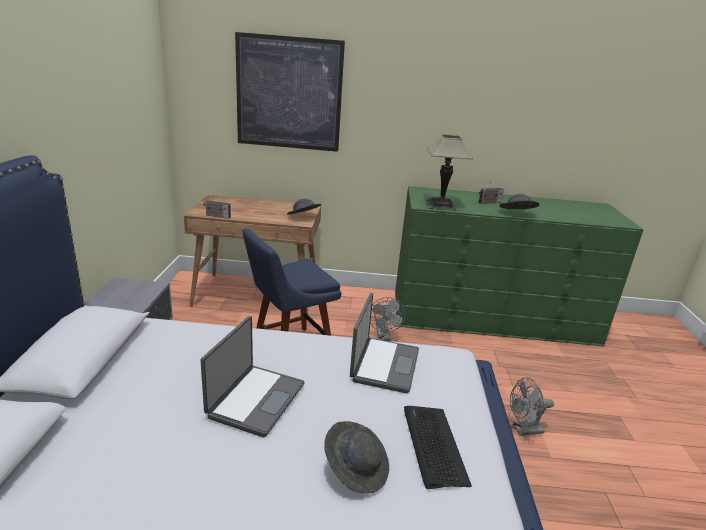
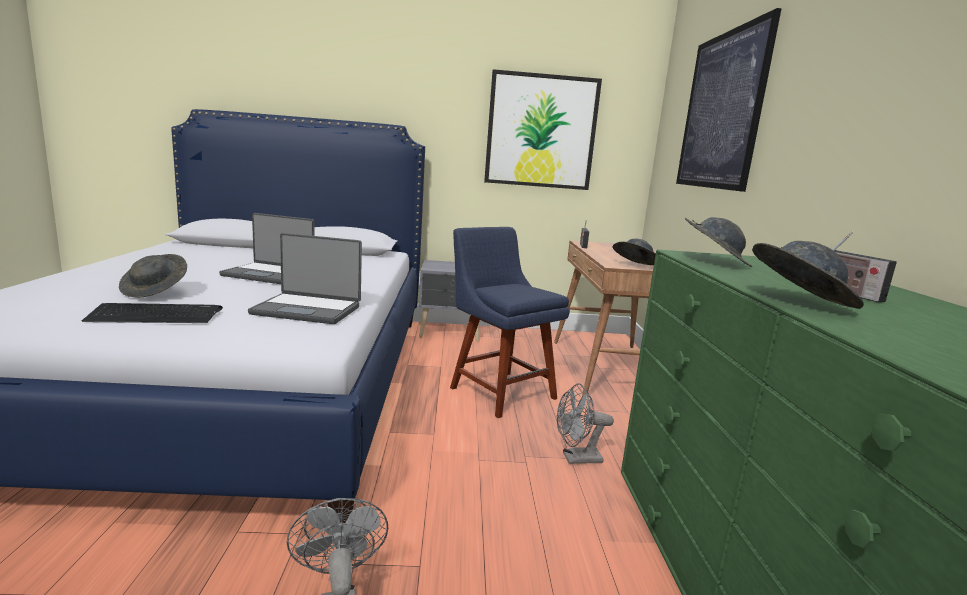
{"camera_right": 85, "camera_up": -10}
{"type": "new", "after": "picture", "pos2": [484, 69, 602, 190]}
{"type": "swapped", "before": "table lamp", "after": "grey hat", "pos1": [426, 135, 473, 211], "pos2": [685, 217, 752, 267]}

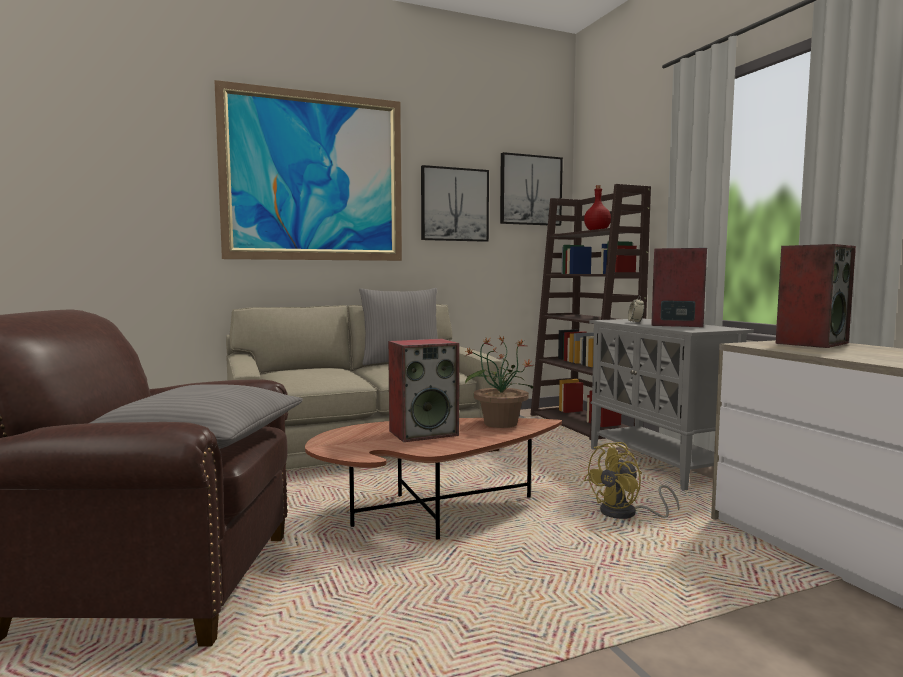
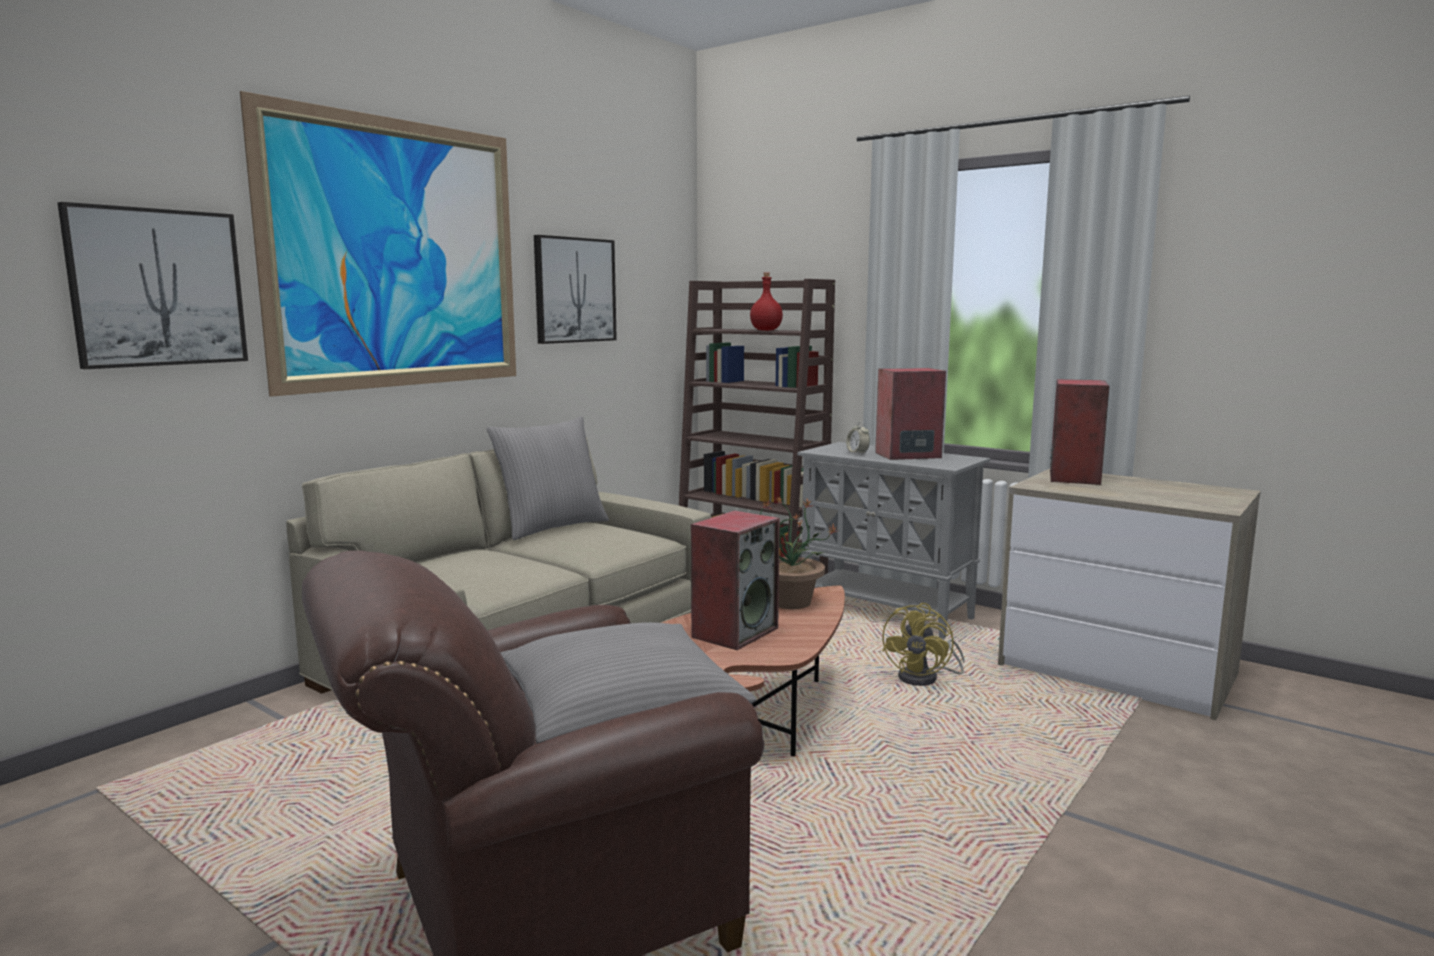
{"camera_right": -30, "camera_up": 5}
{"type": "shifted", "before": "picture", "pos1": [500, 152, 563, 226], "pos2": [58, 202, 248, 369]}

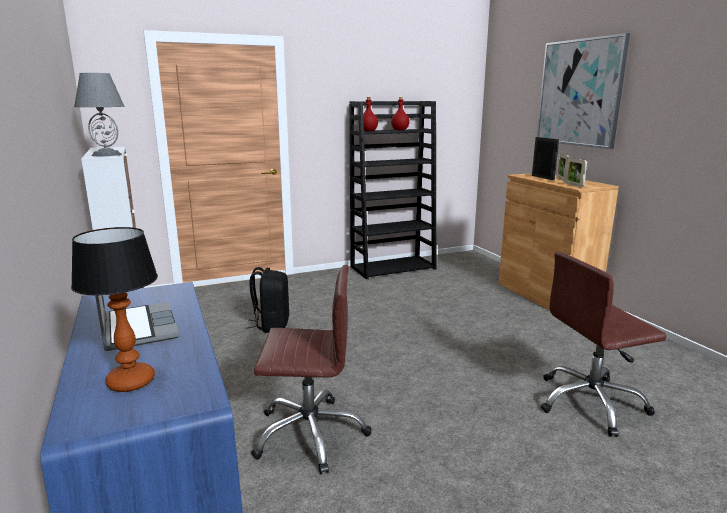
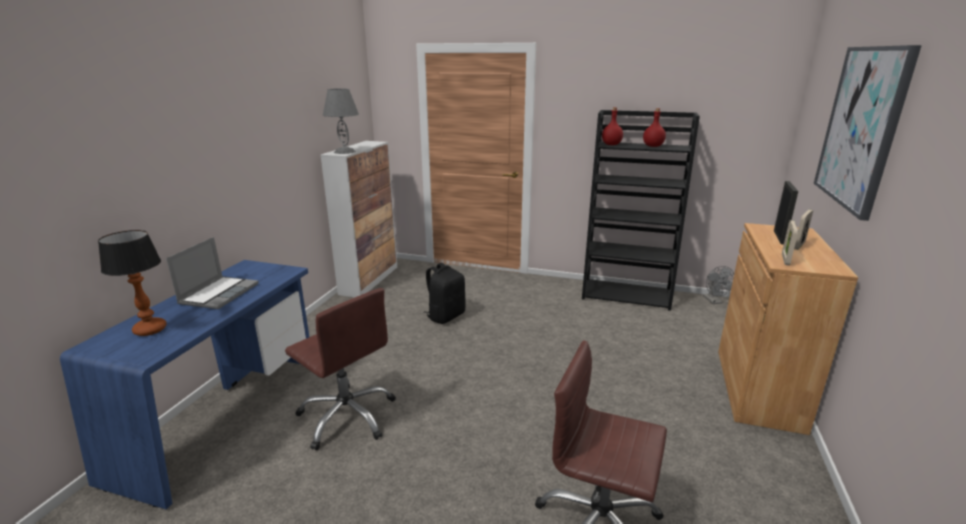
{"camera_right": 40, "camera_up": 5}
{"type": "new", "after": "grey fan", "pos2": [703, 266, 734, 304]}

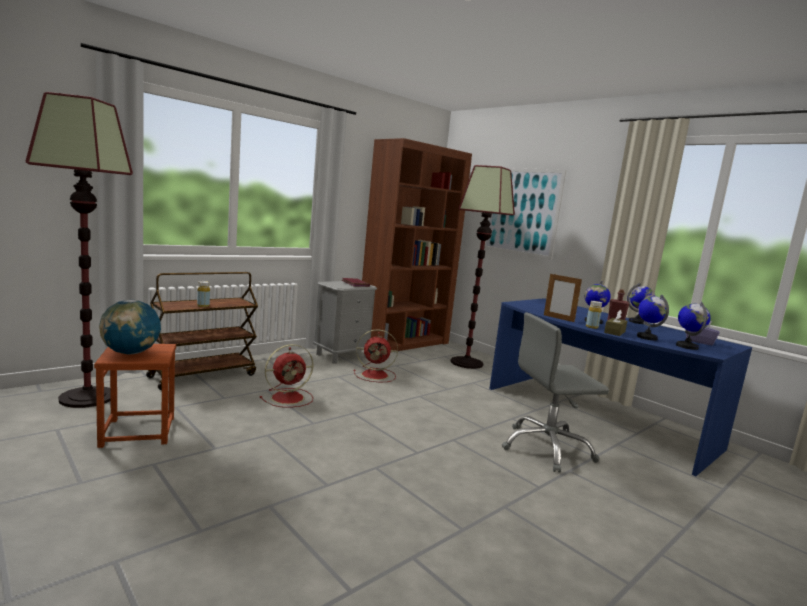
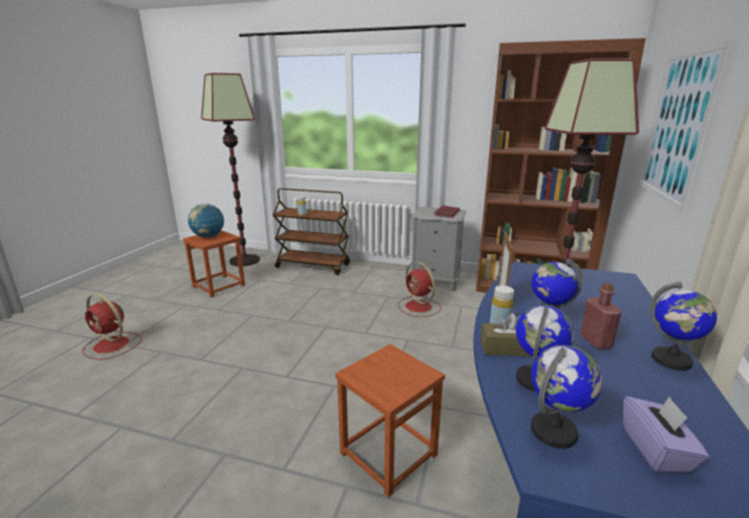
{"camera_right": 60, "camera_up": 10}
{"type": "shifted", "before": "red fan", "pos1": [260, 344, 313, 408], "pos2": [82, 294, 142, 360]}
{"type": "swapped", "before": "grey office chair", "after": "brown stool", "pos1": [502, 312, 609, 473], "pos2": [335, 344, 445, 497]}

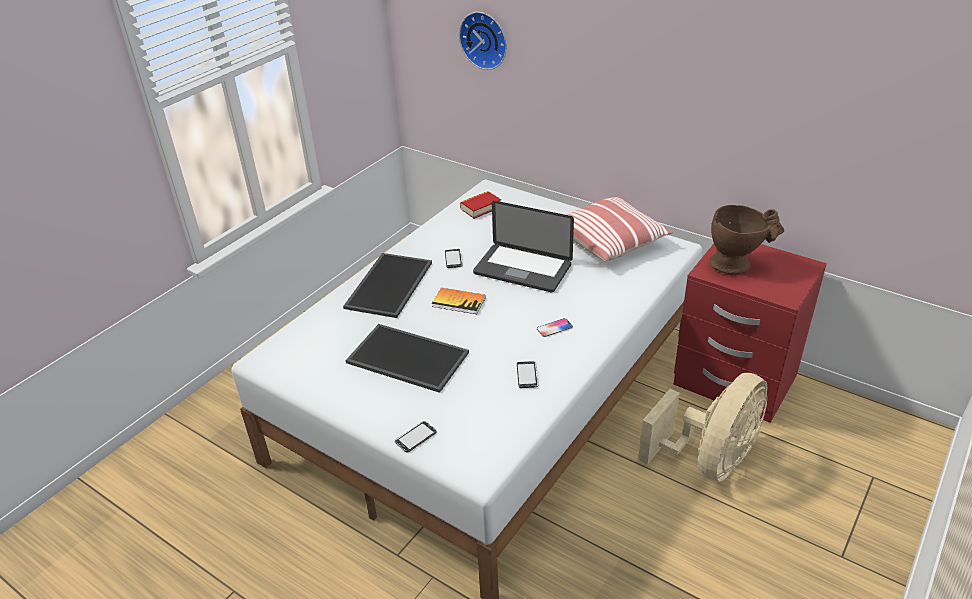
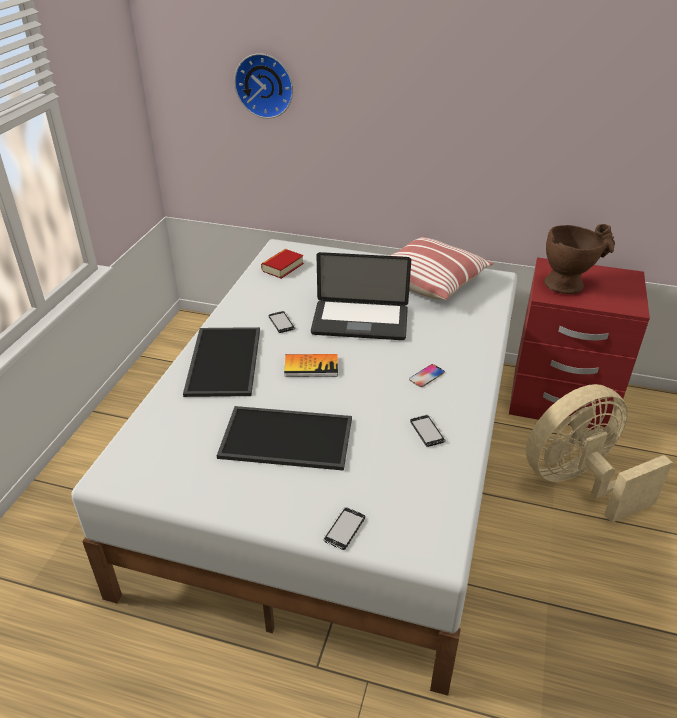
{"camera_right": -20, "camera_up": 0}
{"type": "rotated", "before": "beige fan", "pos1": [638, 373, 767, 482], "pos2": [526, 384, 673, 523], "turn": -135}

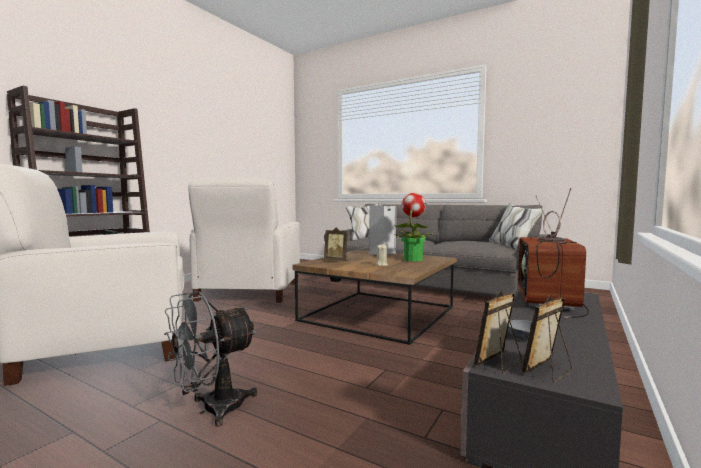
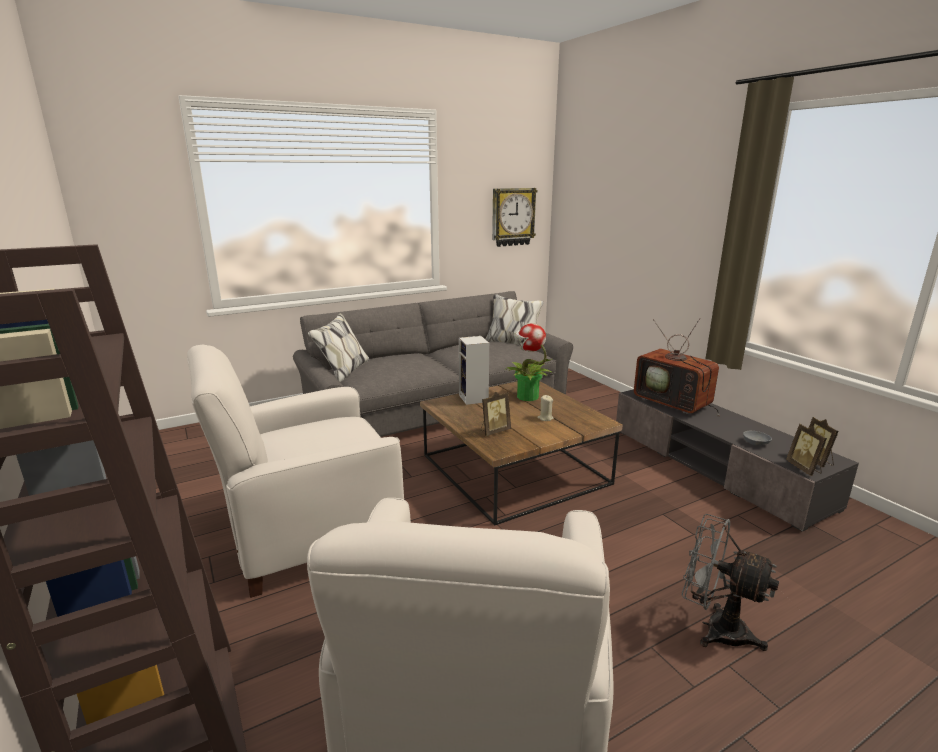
{"camera_right": -60, "camera_up": 15}
{"type": "new", "after": "wall clock", "pos2": [492, 188, 537, 247]}
{"type": "rotated", "before": "grey fan", "pos1": [164, 291, 257, 427], "pos2": [682, 514, 779, 651], "turn": 135}
{"type": "rotated", "before": "white armchair", "pos1": [188, 178, 300, 303], "pos2": [187, 345, 404, 598], "turn": 120}

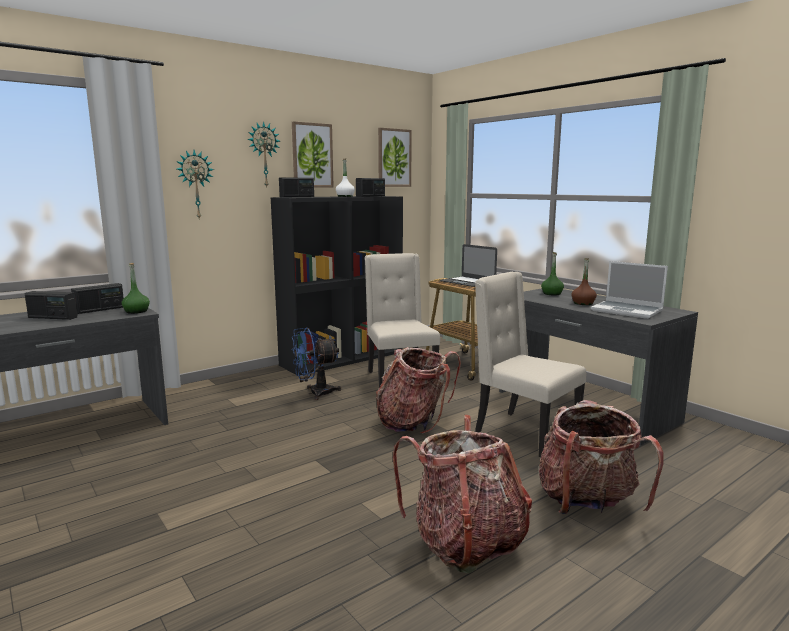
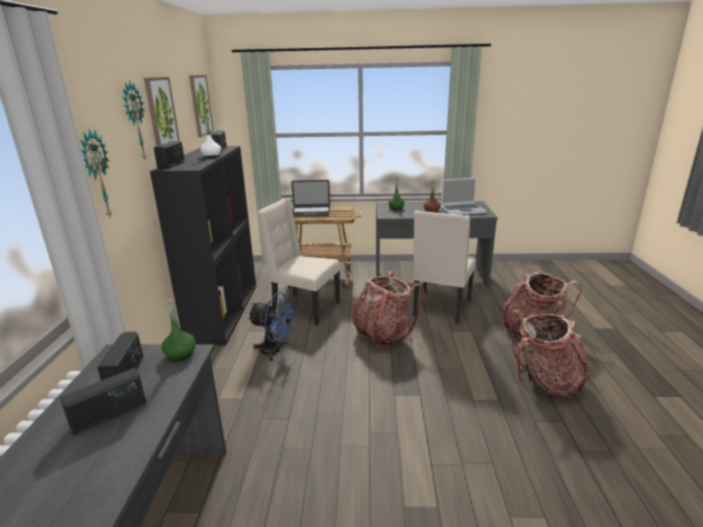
{"camera_right": -50, "camera_up": 10}
{"type": "rotated", "before": "blue fan", "pos1": [292, 327, 341, 400], "pos2": [248, 292, 297, 361], "turn": -90}
{"type": "rotated", "before": "beige chair", "pos1": [475, 272, 586, 457], "pos2": [413, 210, 476, 324], "turn": -60}

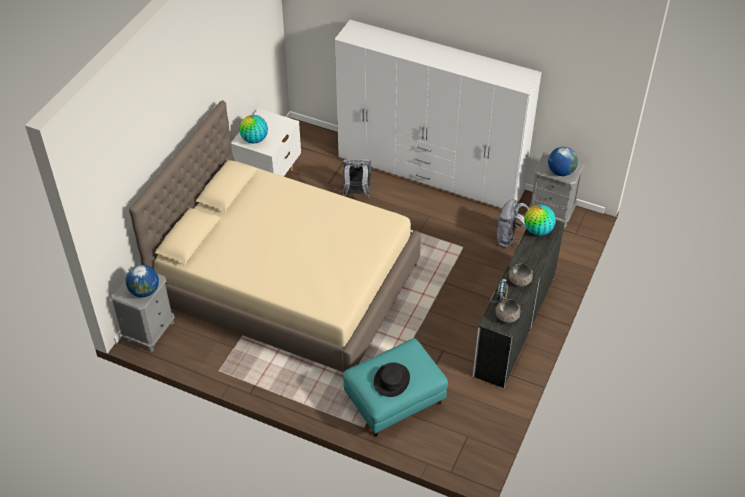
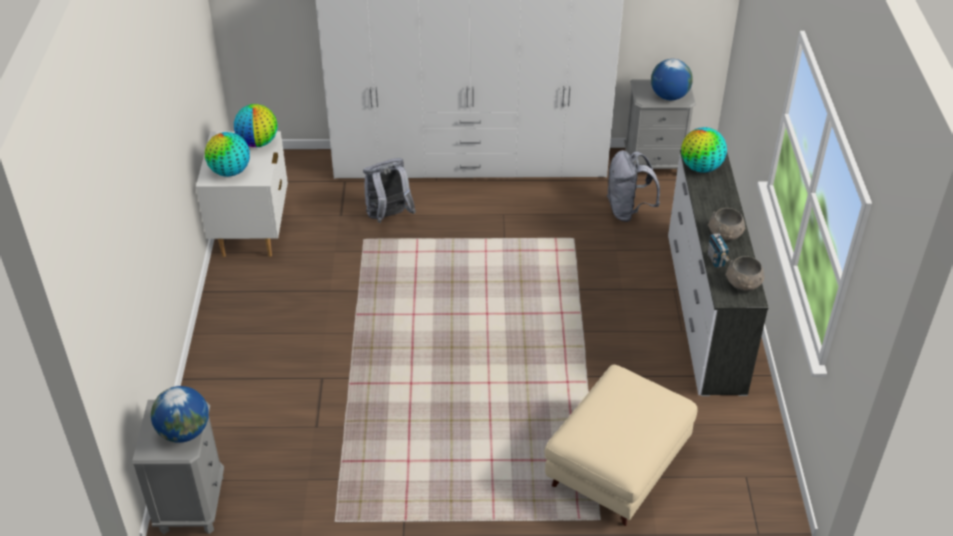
{"camera_right": -25, "camera_up": -5}
{"type": "gone", "before": "beige bed", "pos1": [129, 100, 421, 373]}
{"type": "gone", "before": "black hat", "pos1": [374, 363, 410, 397]}
{"type": "new", "after": "globe", "pos2": [234, 104, 278, 147]}
{"type": "repainted", "before": "turquoise ottoman", "after": "beige ottoman", "pos1": [343, 338, 448, 437], "pos2": [544, 365, 698, 526]}

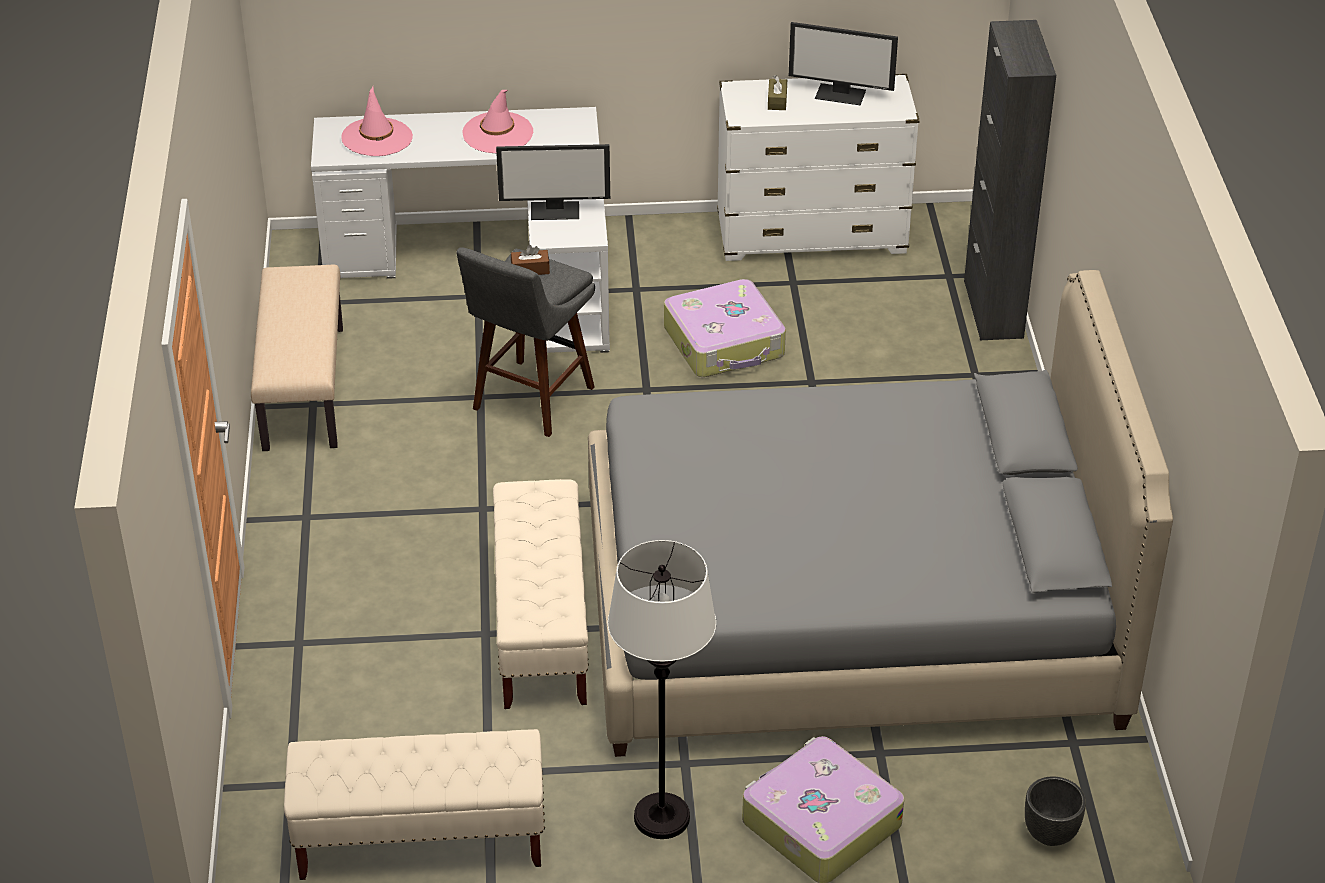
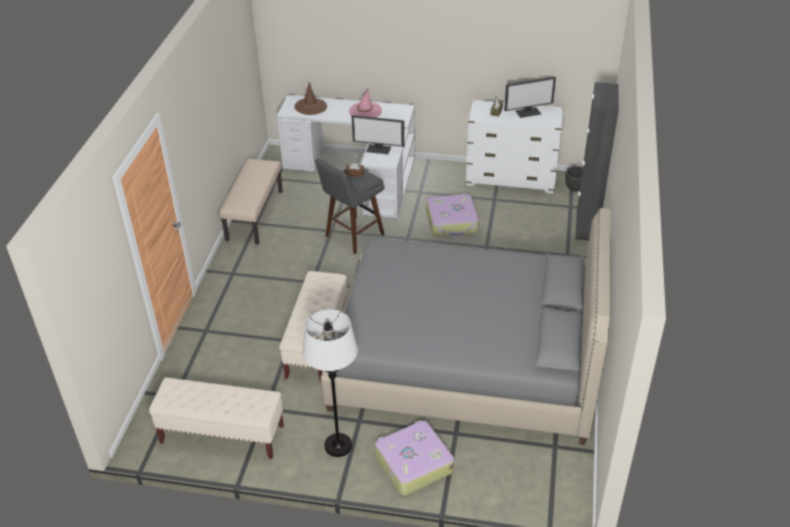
{"camera_right": 15, "camera_up": 0}
{"type": "shifted", "before": "black planter", "pos1": [1025, 776, 1086, 846], "pos2": [565, 166, 583, 192]}
{"type": "repainted", "before": "pink hat", "after": "brown hat", "pos1": [341, 86, 413, 156], "pos2": [294, 82, 327, 115]}
{"type": "rotated", "before": "monitor", "pos1": [789, 22, 898, 105], "pos2": [504, 77, 556, 118], "turn": -45}

